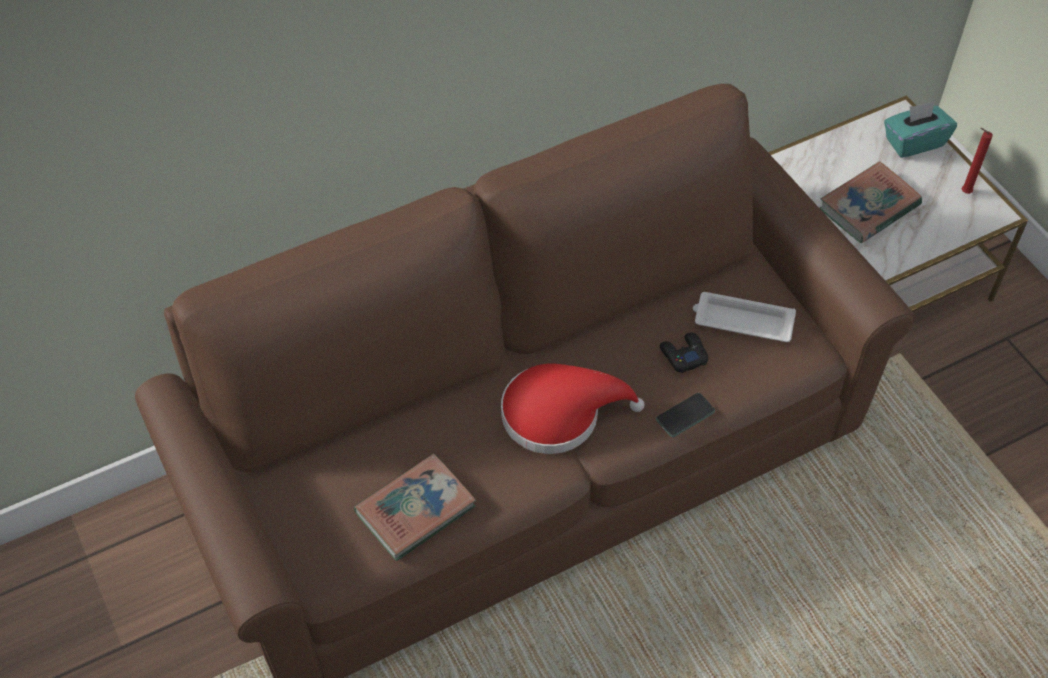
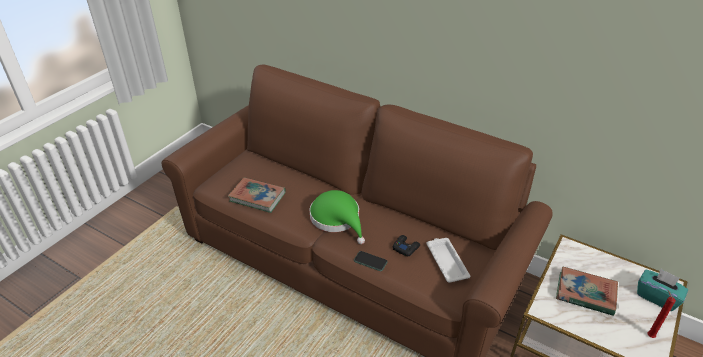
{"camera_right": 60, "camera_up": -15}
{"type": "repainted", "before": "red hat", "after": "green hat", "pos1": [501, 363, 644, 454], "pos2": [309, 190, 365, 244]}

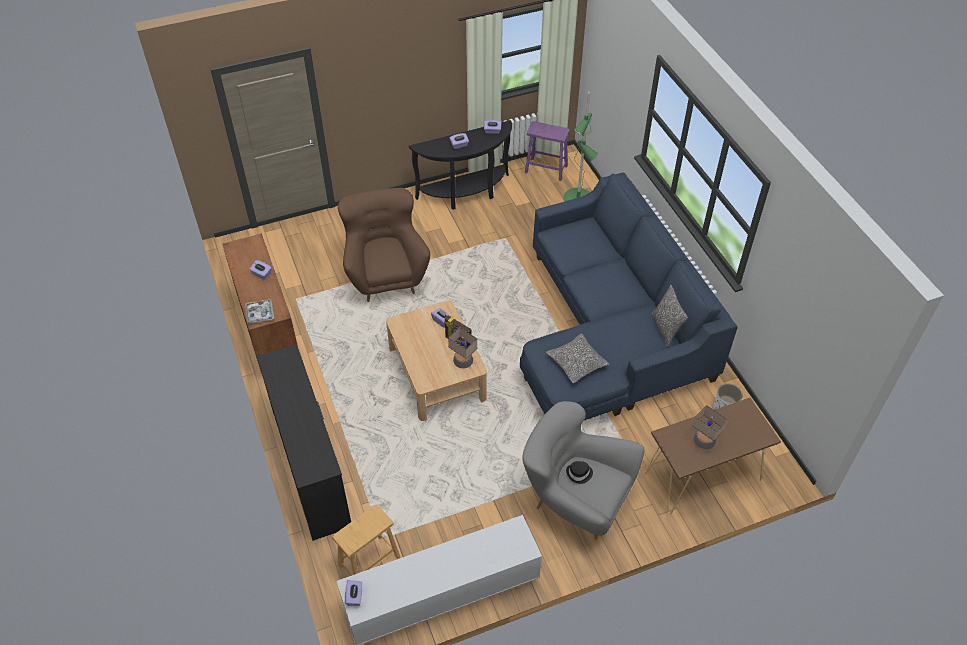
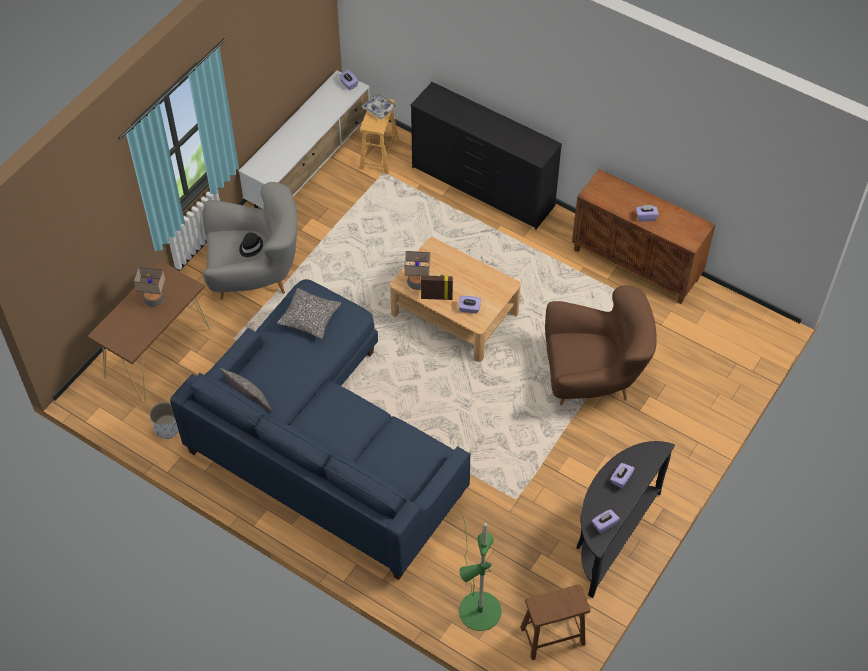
{"camera_right": 145, "camera_up": 5}
{"type": "shifted", "before": "tray", "pos1": [245, 299, 274, 324], "pos2": [362, 93, 397, 119]}
{"type": "repainted", "before": "purple stool", "after": "brown stool", "pos1": [525, 121, 570, 181], "pos2": [520, 585, 590, 660]}
{"type": "rotated", "before": "brown armchair", "pos1": [338, 188, 430, 302], "pos2": [545, 285, 657, 405], "turn": -45}

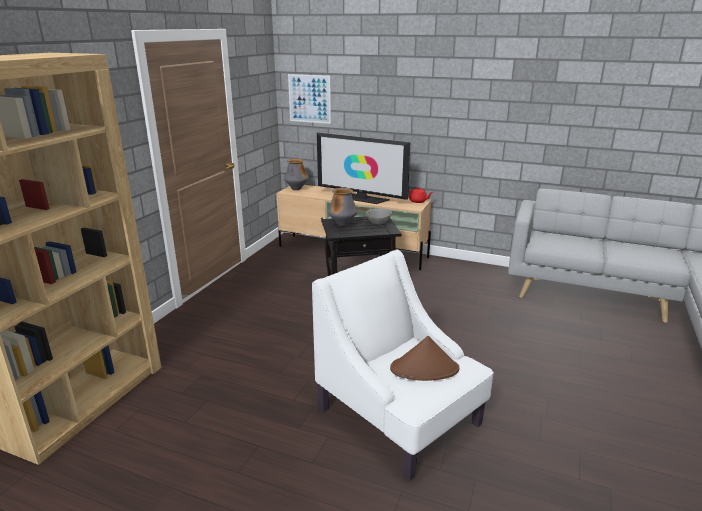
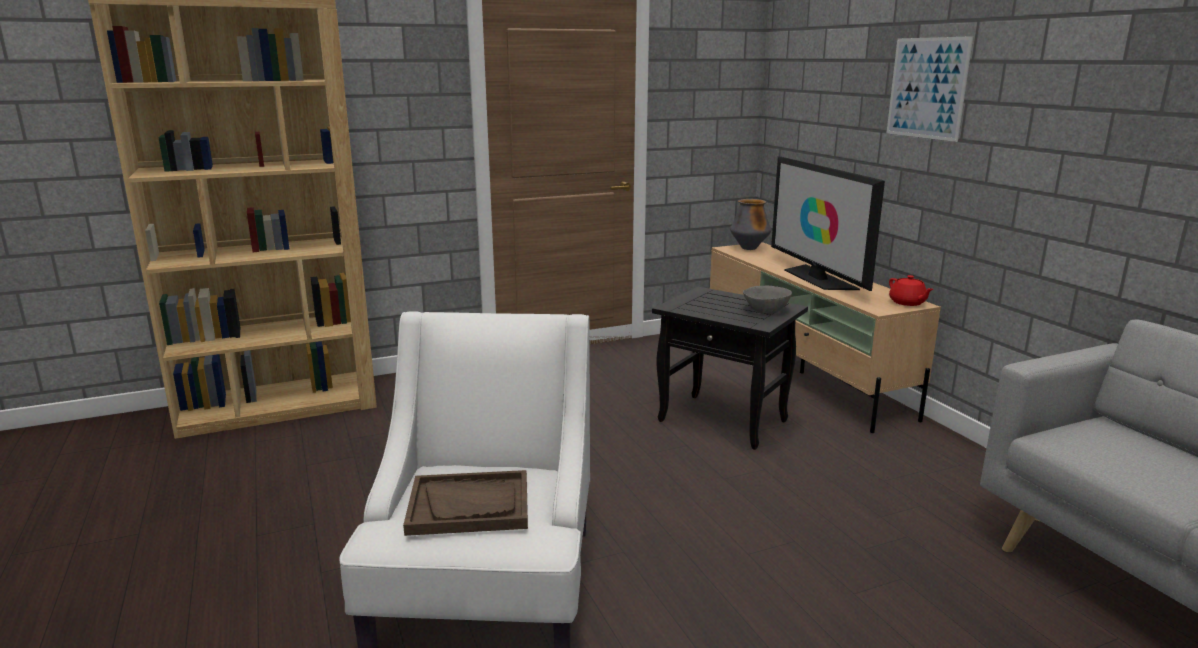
{"camera_right": 45, "camera_up": -5}
{"type": "gone", "before": "vase", "pos1": [328, 188, 358, 226]}
{"type": "shifted", "before": "picture", "pos1": [288, 74, 331, 124], "pos2": [887, 36, 973, 142]}
{"type": "swapped", "before": "brown hat", "after": "brown tray", "pos1": [390, 336, 459, 381], "pos2": [403, 470, 528, 536]}

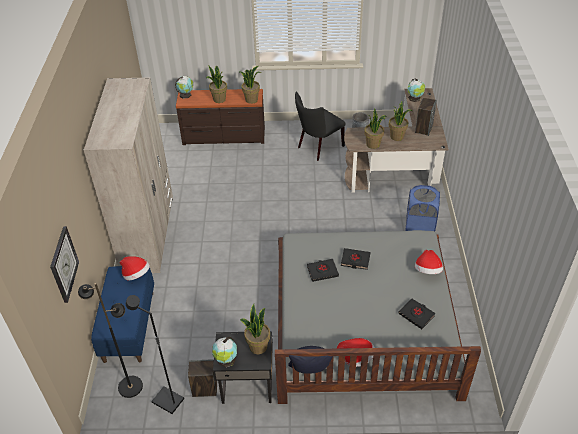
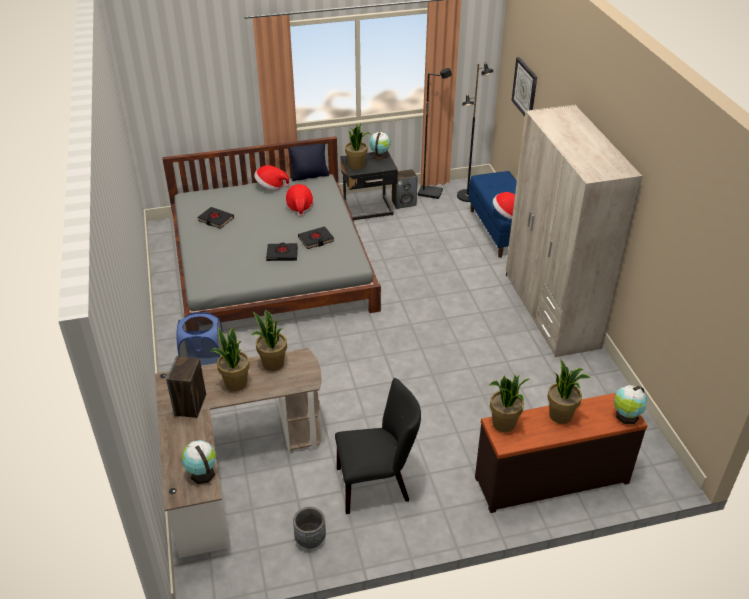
{"camera_right": 165, "camera_up": -5}
{"type": "shifted", "before": "hat", "pos1": [415, 250, 443, 274], "pos2": [285, 184, 314, 217]}
{"type": "rotated", "before": "black chair", "pos1": [295, 92, 346, 161], "pos2": [335, 378, 421, 514], "turn": 45}

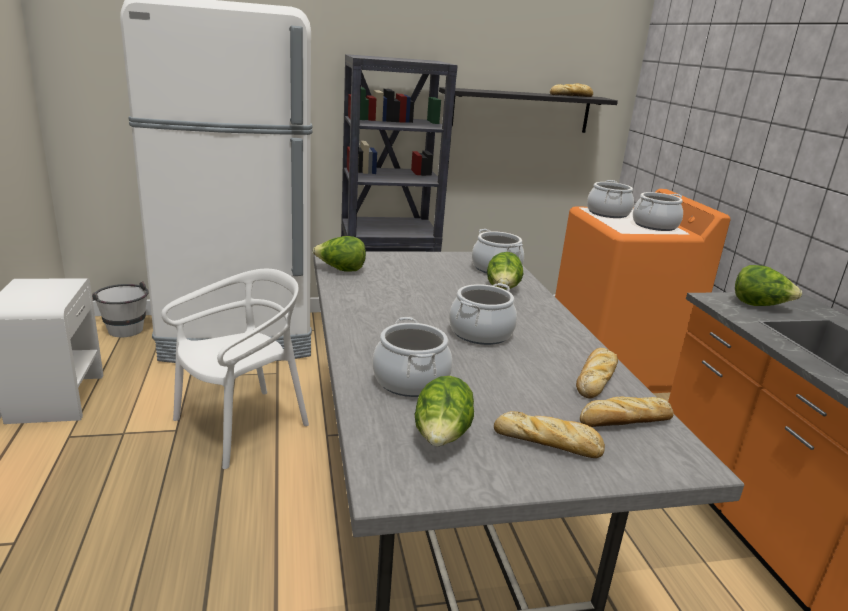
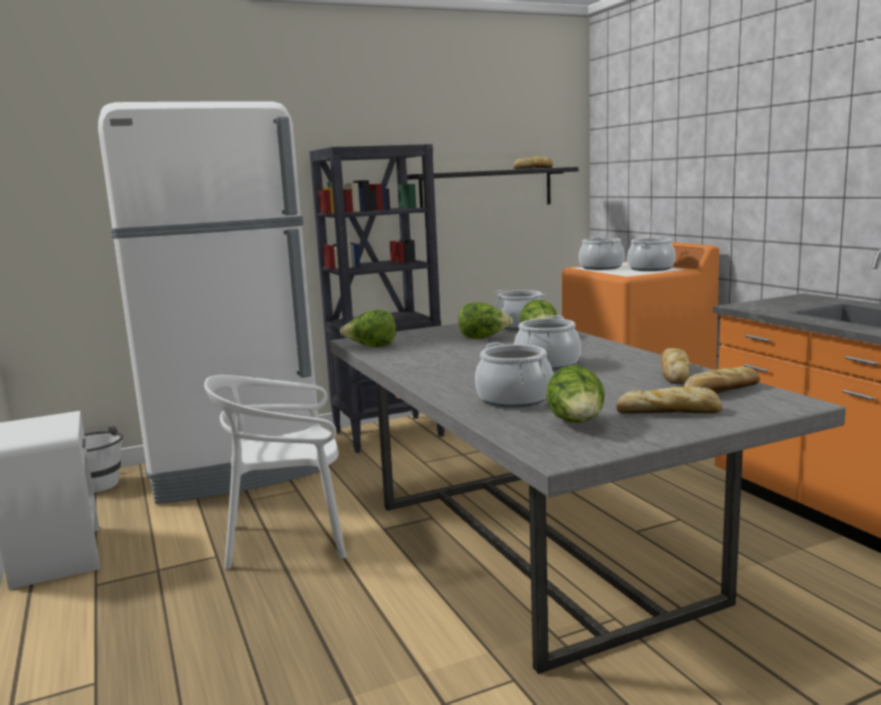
{"camera_right": -10, "camera_up": -10}
{"type": "shifted", "before": "lettuce", "pos1": [735, 265, 802, 306], "pos2": [458, 302, 513, 339]}
{"type": "rotated", "before": "white chair", "pos1": [161, 269, 309, 469], "pos2": [204, 375, 347, 569], "turn": -135}

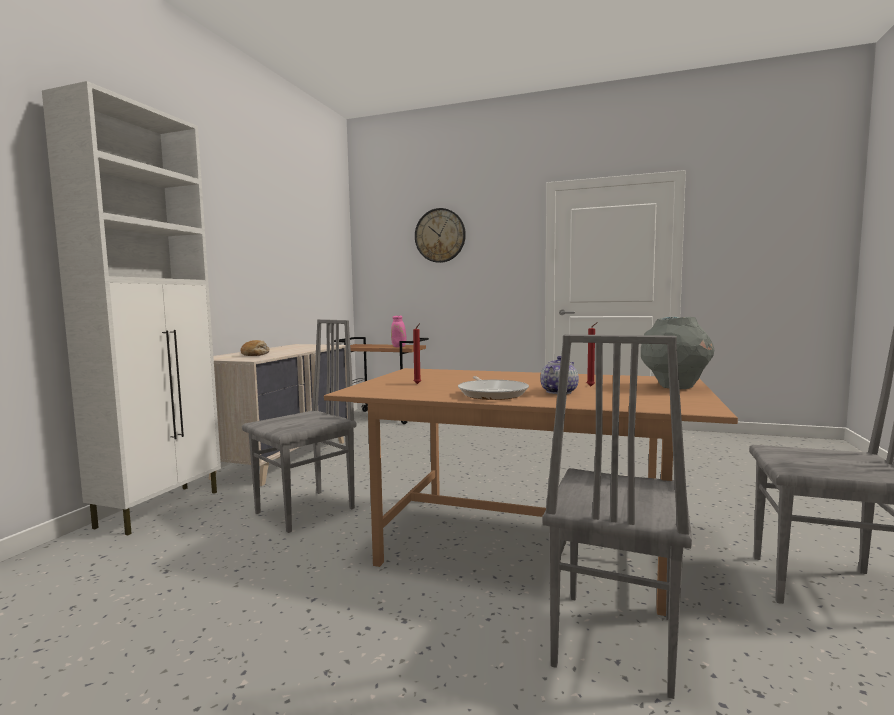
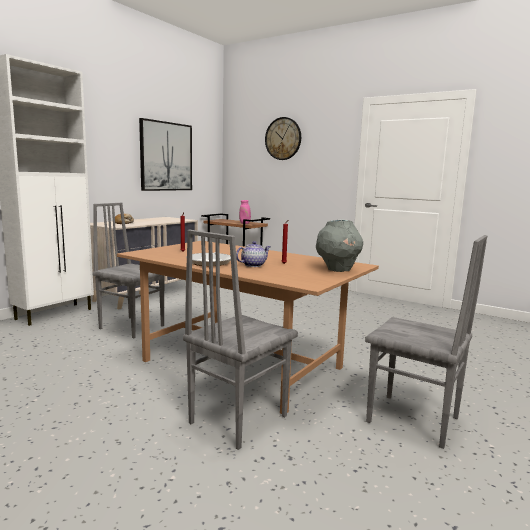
{"camera_right": 15, "camera_up": 5}
{"type": "new", "after": "picture", "pos2": [139, 118, 192, 191]}
{"type": "rotated", "before": "grey chair", "pos1": [242, 319, 356, 533], "pos2": [92, 203, 164, 338], "turn": -120}

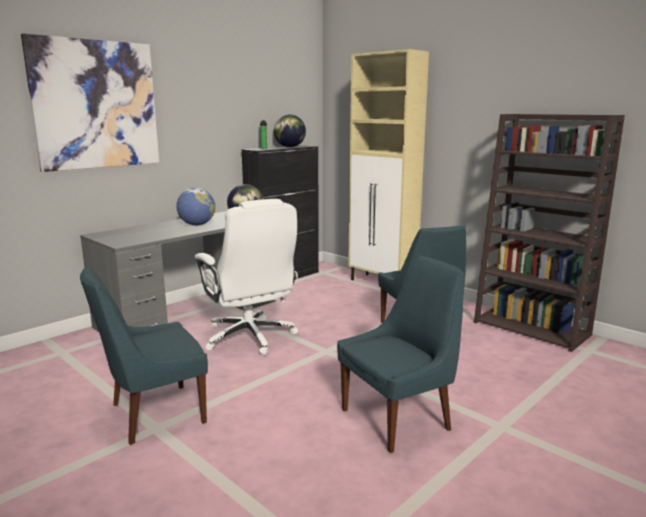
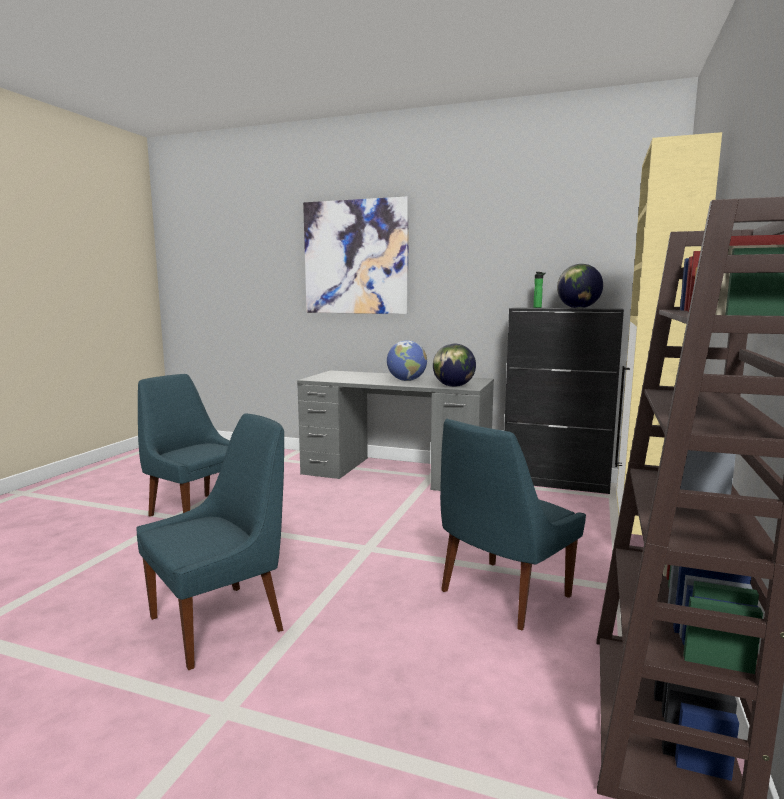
{"camera_right": 65, "camera_up": -5}
{"type": "gone", "before": "white office chair", "pos1": [195, 199, 298, 355]}
{"type": "rotated", "before": "blue chair", "pos1": [337, 256, 465, 453], "pos2": [136, 414, 284, 670], "turn": -75}

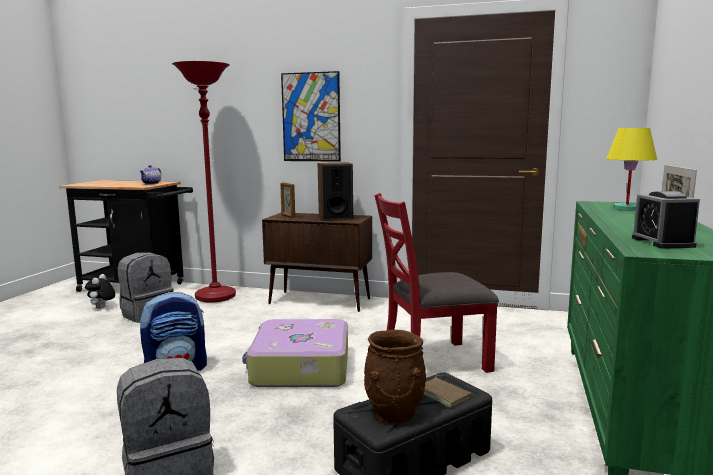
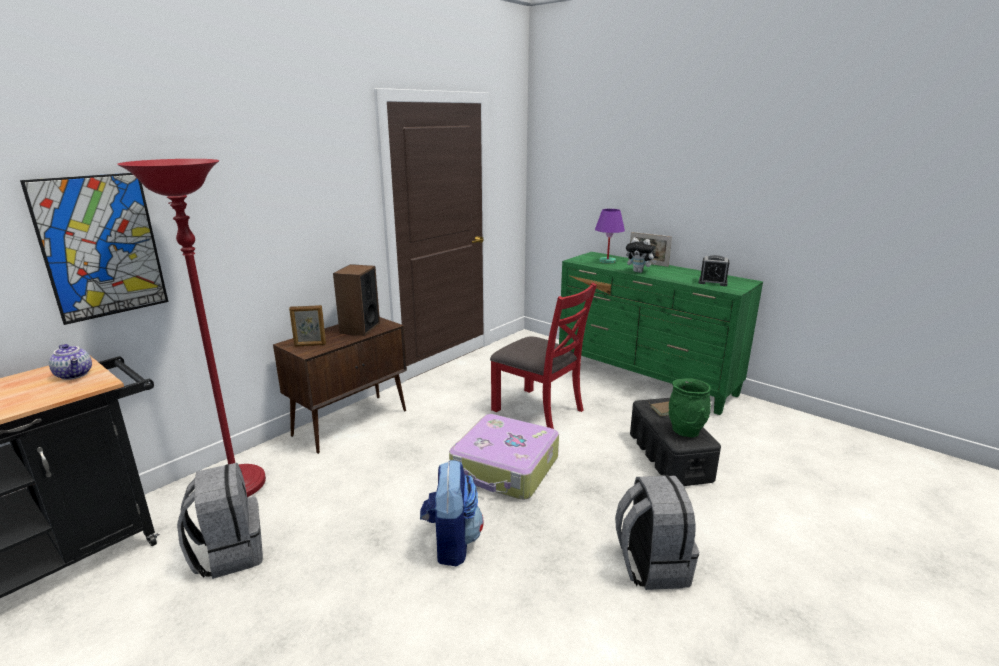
{"camera_right": -65, "camera_up": 10}
{"type": "shifted", "before": "plush toy", "pos1": [85, 274, 115, 309], "pos2": [626, 237, 656, 273]}
{"type": "shifted", "before": "picture", "pos1": [281, 71, 341, 162], "pos2": [20, 173, 168, 325]}
{"type": "repainted", "before": "brown vase", "after": "green vase", "pos1": [364, 330, 426, 423], "pos2": [669, 379, 711, 437]}
{"type": "repainted", "before": "yellow table lamp", "after": "purple table lamp", "pos1": [606, 128, 657, 211], "pos2": [595, 209, 625, 264]}
{"type": "rotated", "before": "red chair", "pos1": [375, 193, 499, 373], "pos2": [490, 283, 597, 429], "turn": -60}

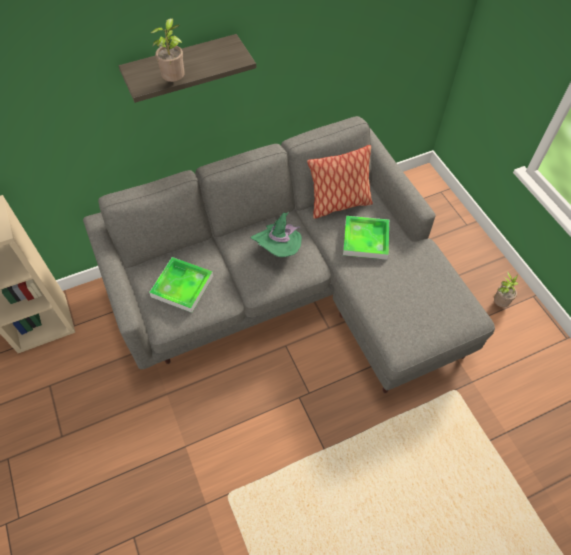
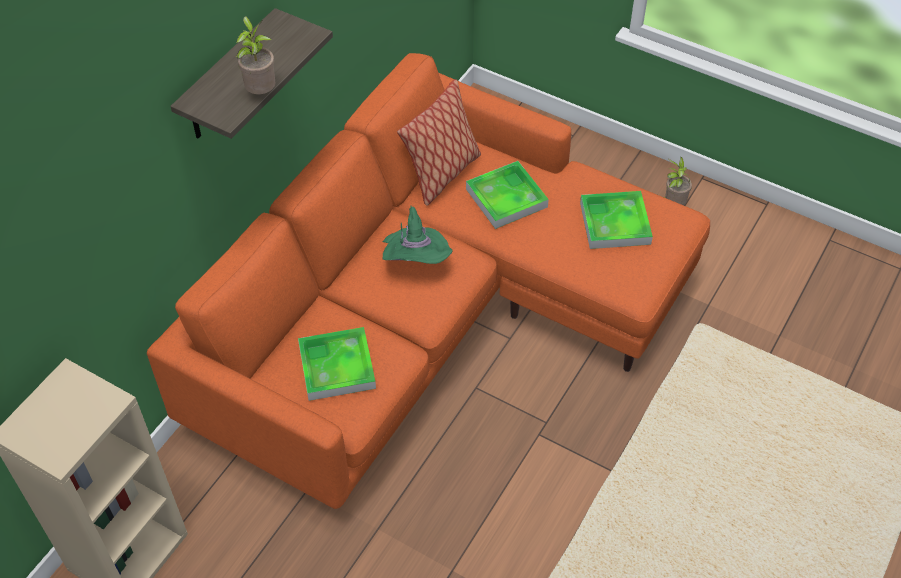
{"camera_right": -35, "camera_up": -5}
{"type": "new", "after": "tray", "pos2": [580, 191, 653, 249]}
{"type": "repainted", "before": "grey sofa", "after": "orange sofa", "pos1": [83, 116, 495, 393], "pos2": [147, 53, 710, 509]}

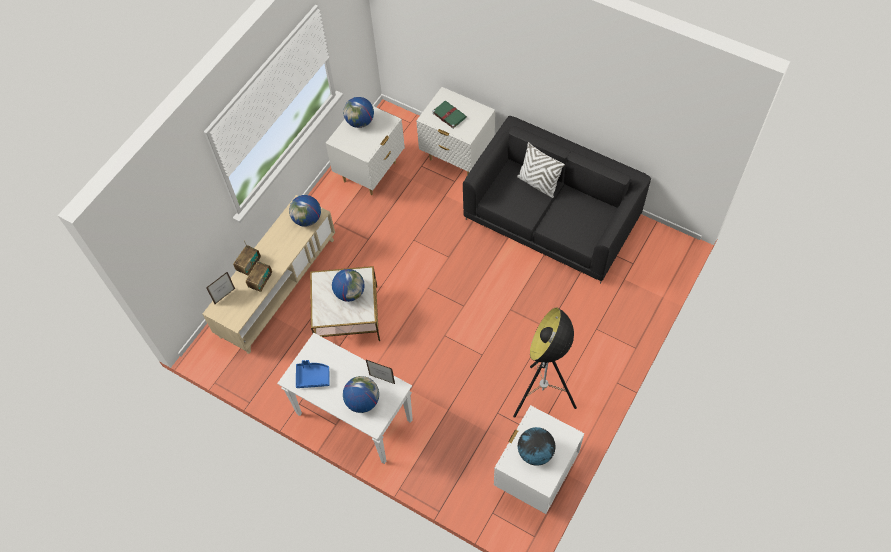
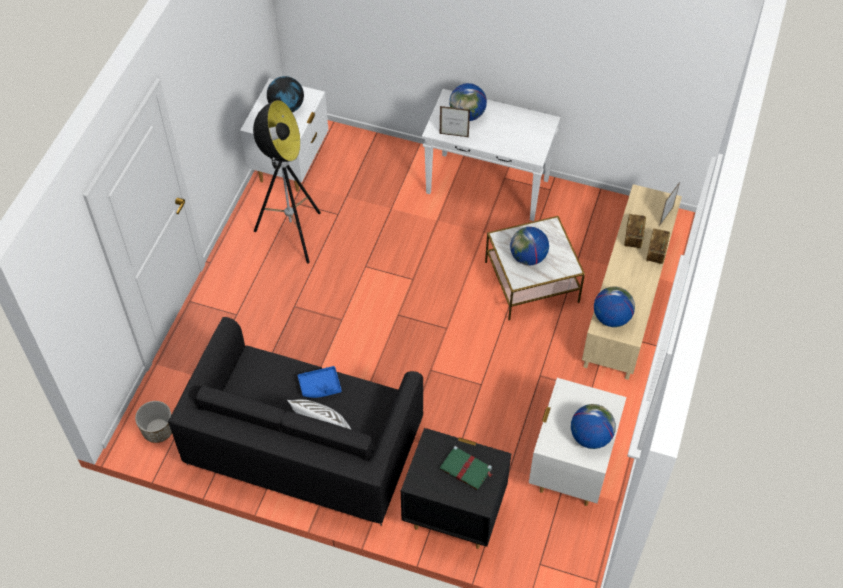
{"camera_right": 165, "camera_up": -5}
{"type": "new", "after": "planter", "pos2": [135, 401, 172, 443]}
{"type": "shifted", "before": "blue tray", "pos1": [296, 360, 329, 388], "pos2": [298, 366, 342, 398]}
{"type": "repainted", "before": "white nightstand", "after": "black nightstand", "pos1": [416, 87, 495, 175], "pos2": [401, 428, 512, 549]}

